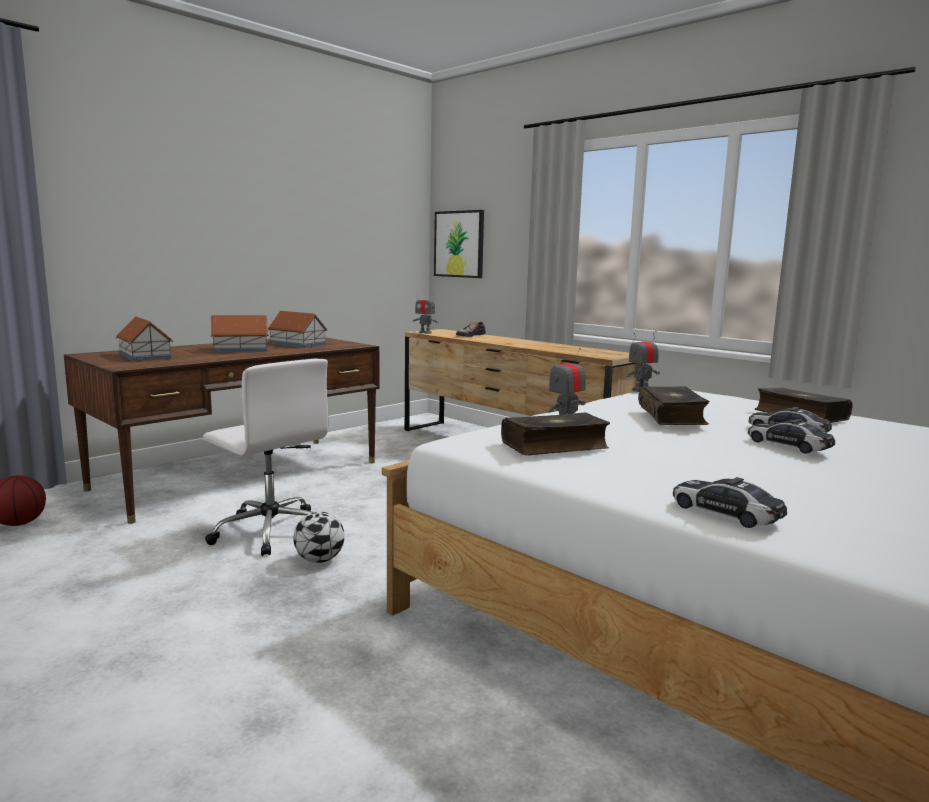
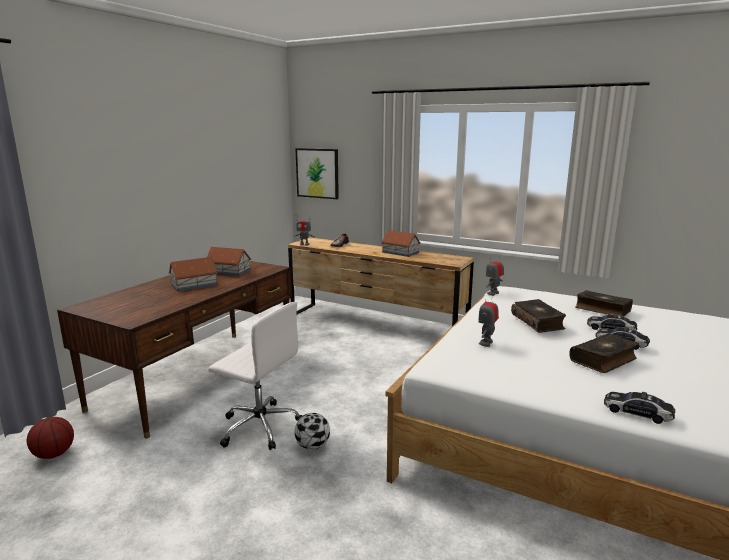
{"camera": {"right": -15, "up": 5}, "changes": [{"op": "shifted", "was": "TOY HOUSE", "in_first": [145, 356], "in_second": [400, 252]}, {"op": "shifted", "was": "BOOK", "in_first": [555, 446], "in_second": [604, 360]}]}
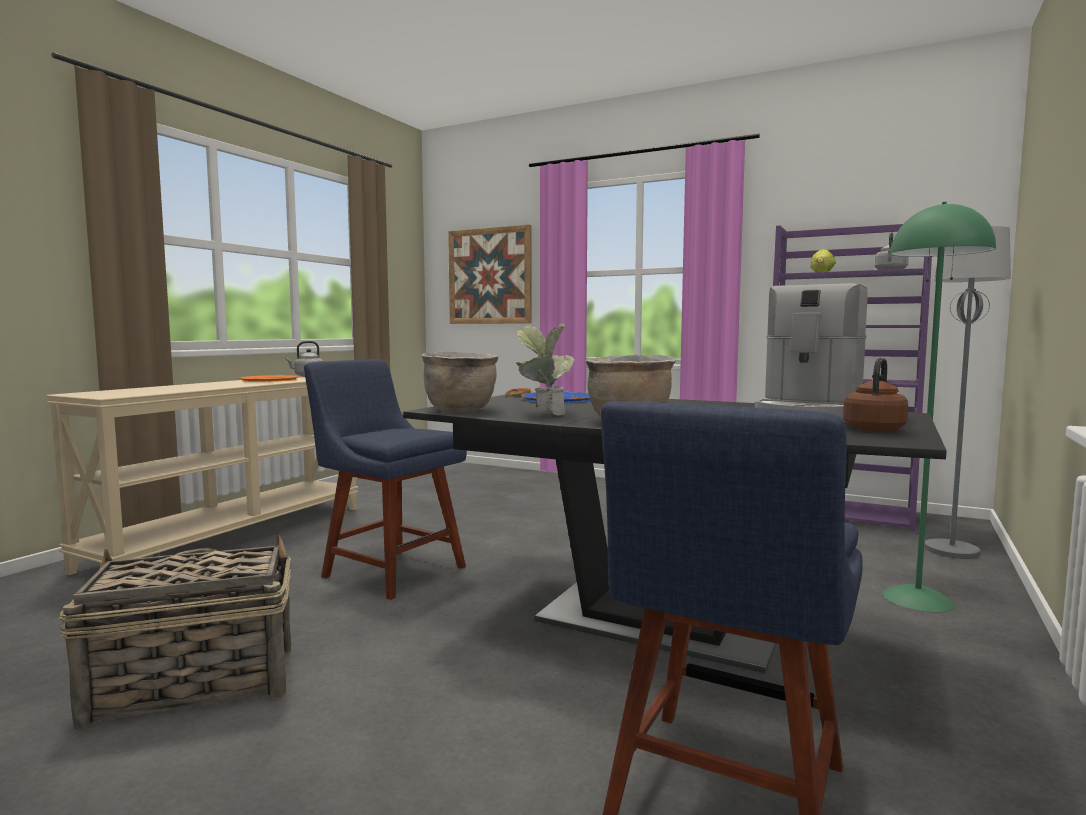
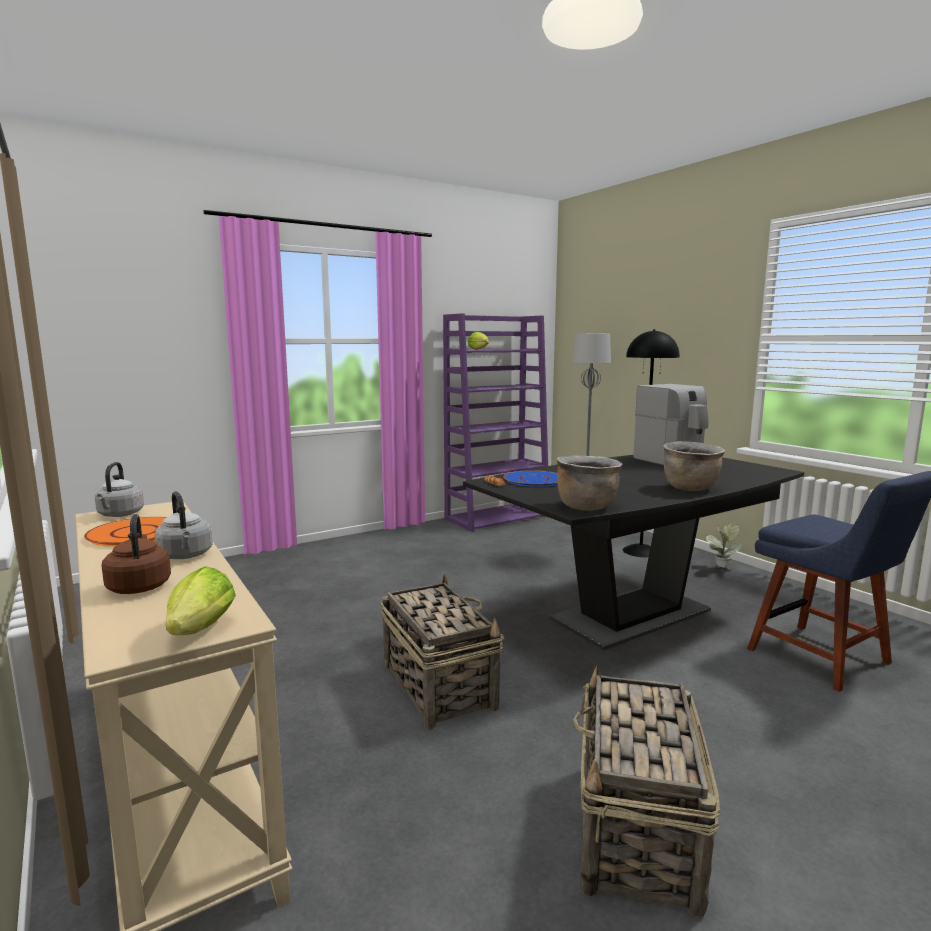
{"camera": {"right": -60, "up": 5}, "changes": [{"op": "shifted", "was": "BROWN KETTLE", "in_first": [874, 429], "in_second": [139, 586]}, {"op": "shifted", "was": "GREYISH KETTLE", "in_first": [890, 270], "in_second": [186, 556]}, {"op": "new", "now": "LETTUCE HEAD", "in_second": [198, 632]}, {"op": "swapped", "was": "BLUISH UPRIGHT CHAIR", "now": "BASKET", "in_first": [389, 570], "in_second": [438, 685]}, {"op": "repainted", "was": "GREEN STANDARD LAMP", "now": "BLACK-COLOURED STANDARD LAMP", "in_first": [918, 599], "in_second": [640, 551]}, {"op": "shifted", "was": "POTTED PLANT", "in_first": [543, 414], "in_second": [720, 570]}, {"op": "gone", "was": "WALL ART", "in_first": [490, 276]}]}
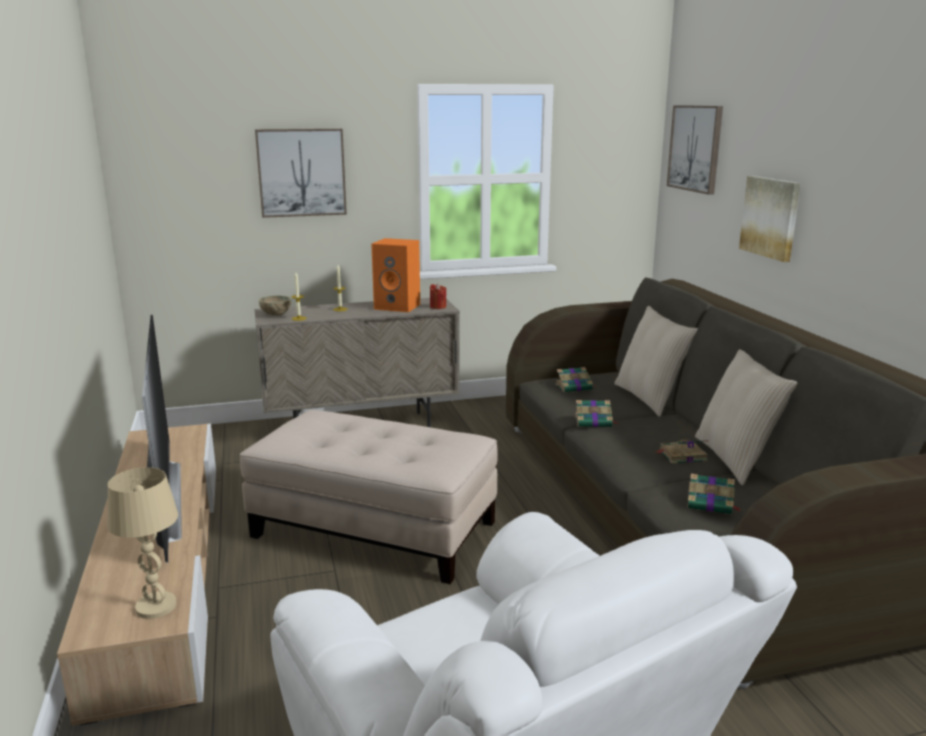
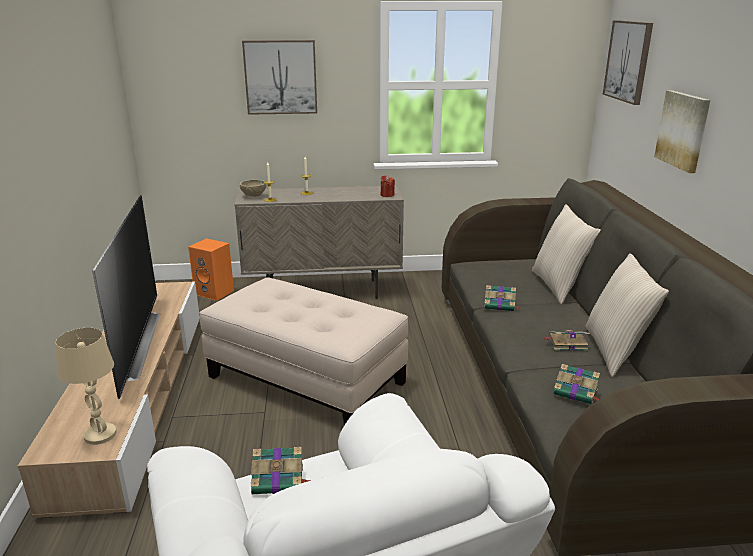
{"camera": {"right": 10, "up": 5}, "changes": [{"op": "shifted", "was": "ORANGE AUDIO SPEAKER", "in_first": [398, 306], "in_second": [215, 292]}, {"op": "shifted", "was": "BOOK", "in_first": [574, 387], "in_second": [279, 480]}]}
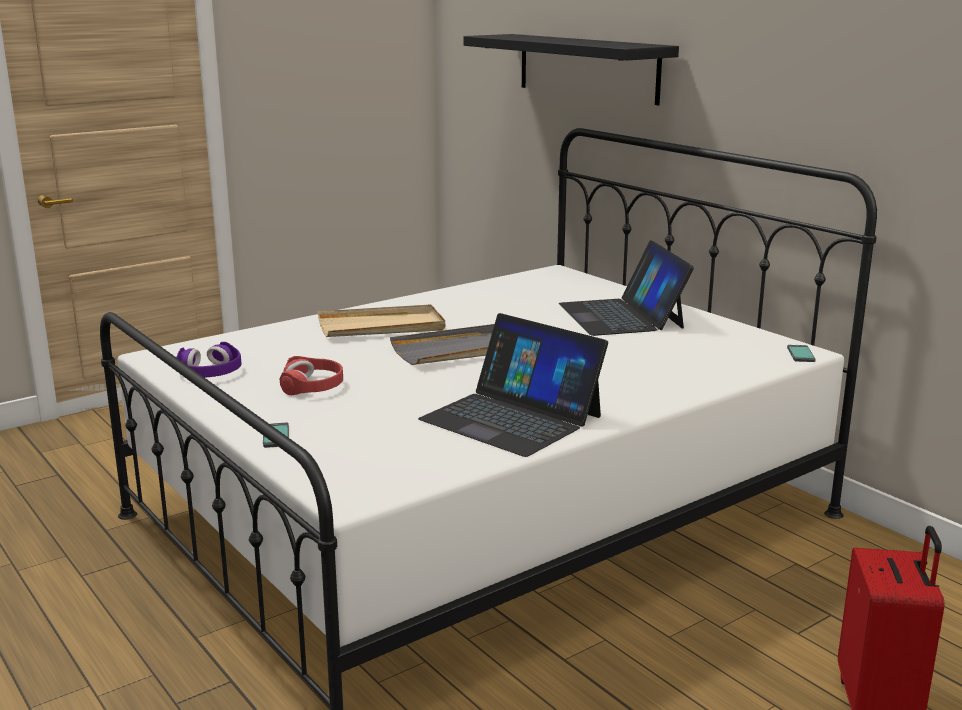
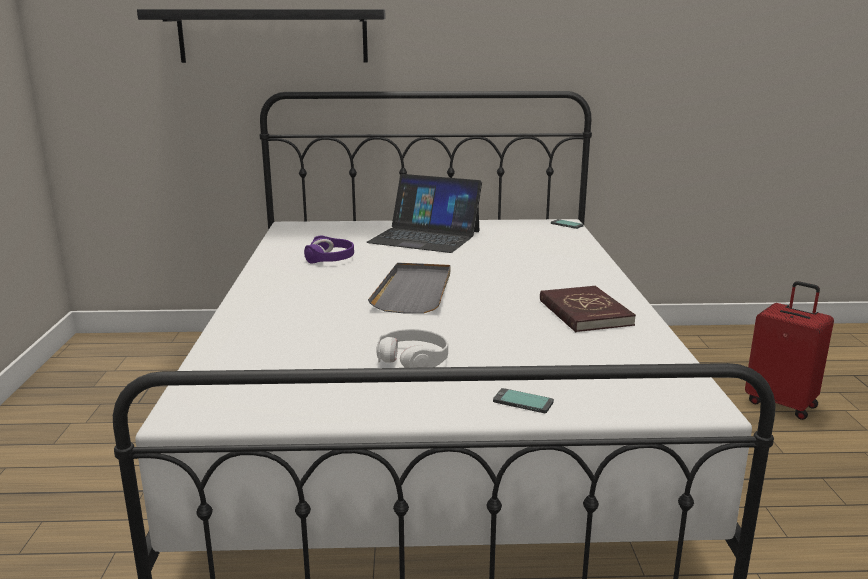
{"camera": {"right": -55, "up": 0}, "changes": [{"op": "shifted", "was": "PURPLE PAIR OF HEADPHONES", "in_first": [209, 372], "in_second": [330, 258]}, {"op": "repainted", "was": "RED-COLOURED PAIR OF HEADPHONES", "now": "WHITE-COLOURED PAIR OF HEADPHONES", "in_first": [313, 386], "in_second": [413, 359]}, {"op": "swapped", "was": "NOTEBOOK COMPUTER", "now": "RED-COLOURED BOOK", "in_first": [511, 418], "in_second": [584, 313]}, {"op": "gone", "was": "BEIGE SERVING TRAY", "in_first": [382, 326]}]}
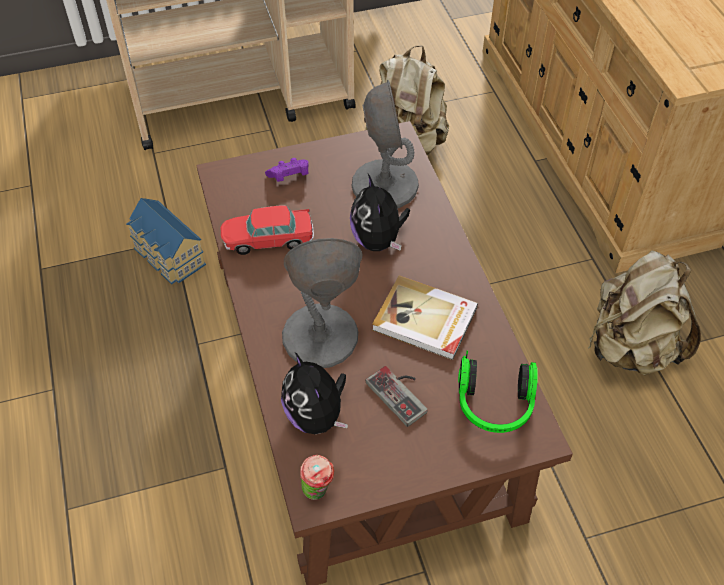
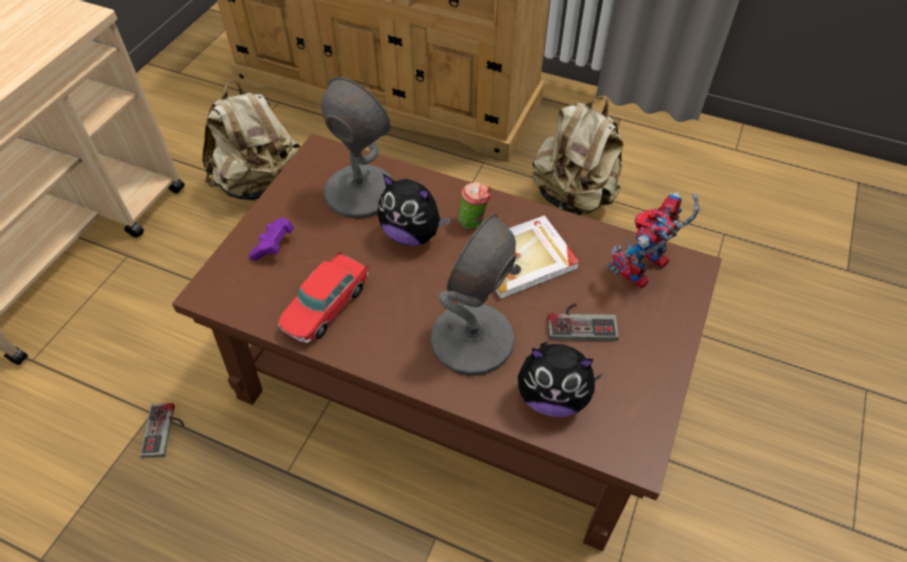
{"camera": {"right": -50, "up": 0}, "changes": [{"op": "swapped", "was": "TOY HOUSE", "now": "JOYPAD", "in_first": [168, 257], "in_second": [165, 430]}, {"op": "shifted", "was": "DRINKING CUP", "in_first": [318, 491], "in_second": [474, 222]}, {"op": "swapped", "was": "PAIR OF HEADPHONES", "now": "TOY ROBOT", "in_first": [494, 406], "in_second": [643, 273]}]}
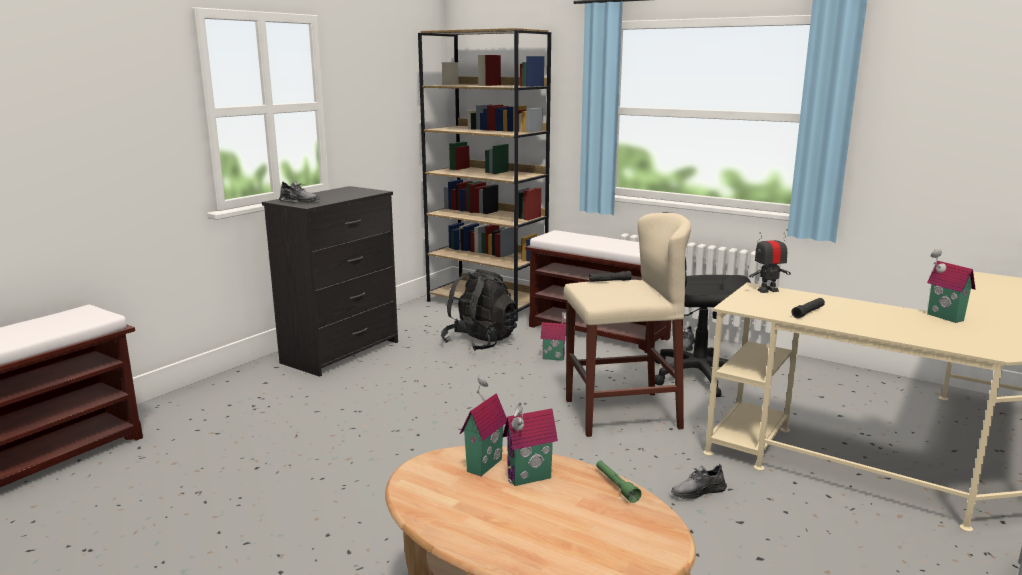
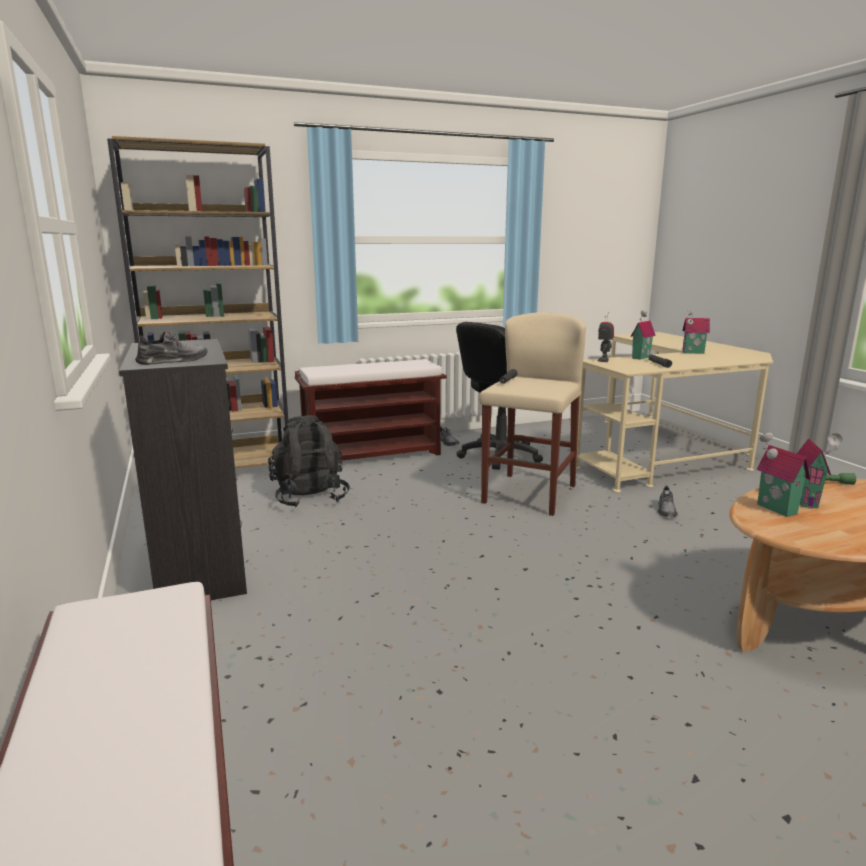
{"camera": {"right": -55, "up": 0}, "changes": [{"op": "shifted", "was": "TOY HOUSE", "in_first": [554, 357], "in_second": [639, 357]}]}
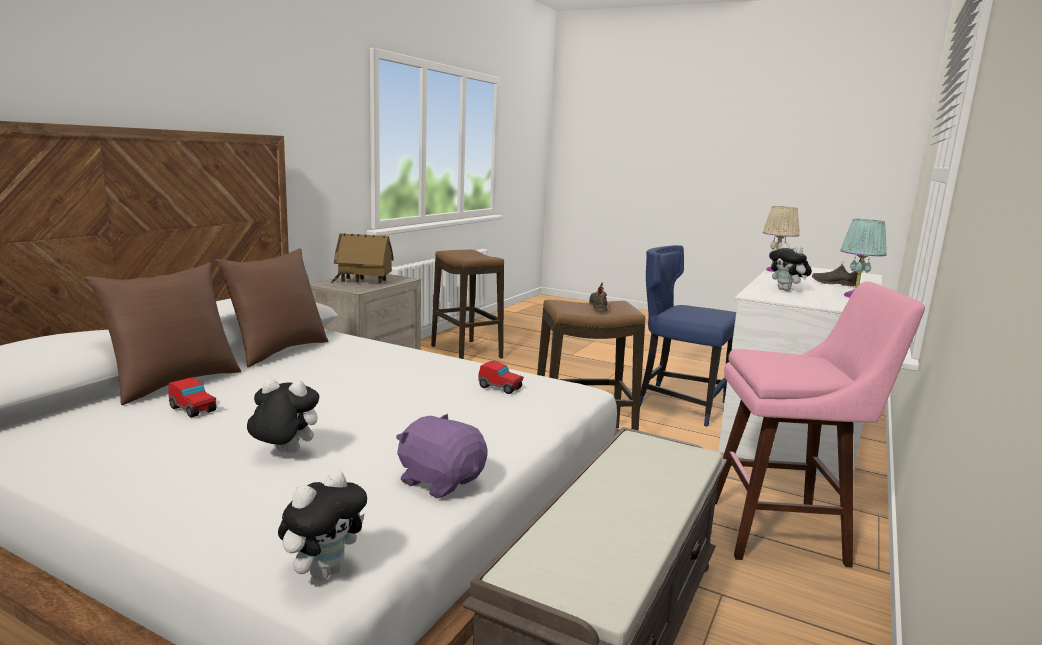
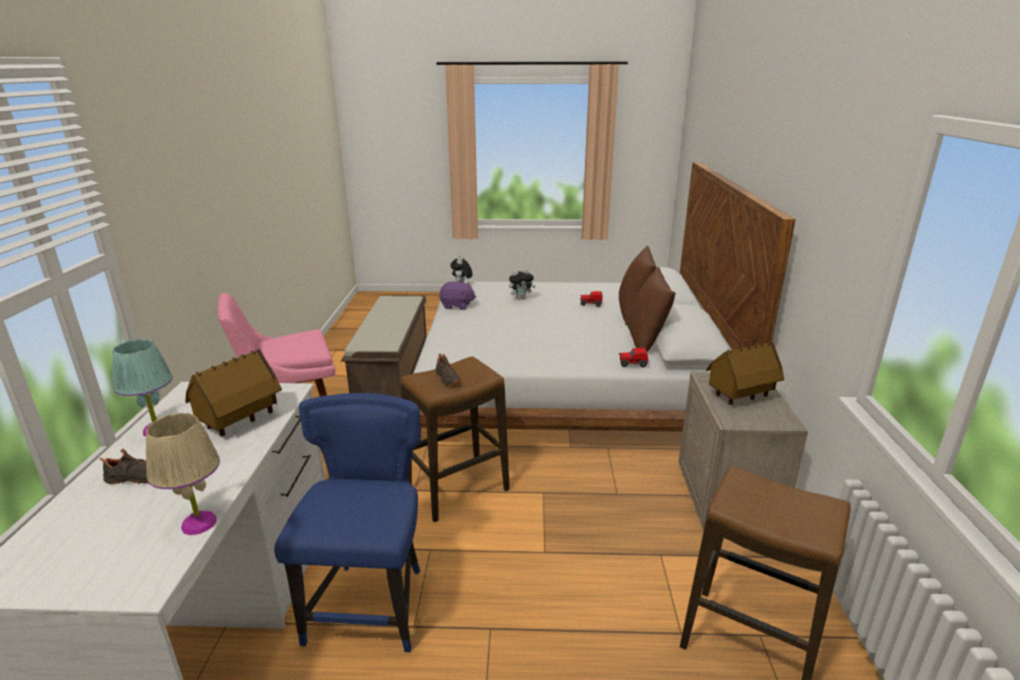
{"camera": {"right": 155, "up": 10}, "changes": [{"op": "swapped", "was": "SOFT TOY", "now": "TOY HOUSE", "in_first": [786, 290], "in_second": [240, 421]}, {"op": "rotated", "was": "BLUISH UPRIGHT CHAIR", "in_first": [679, 405], "in_second": [370, 604], "clockwise": -90}, {"op": "shifted", "was": "TOY CAR", "in_first": [500, 388], "in_second": [632, 364]}]}
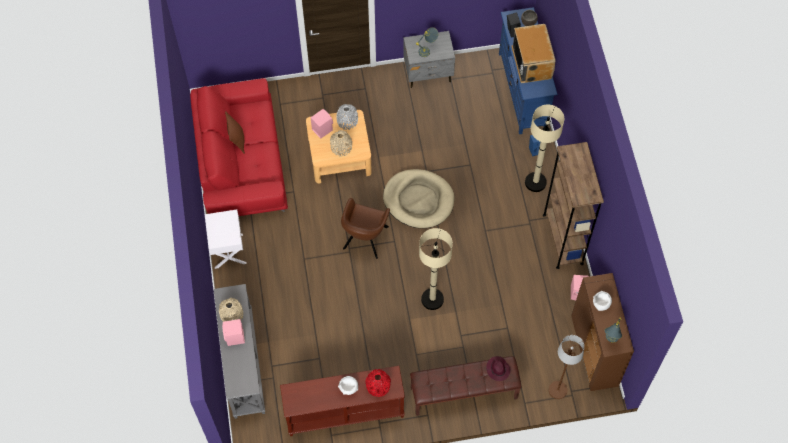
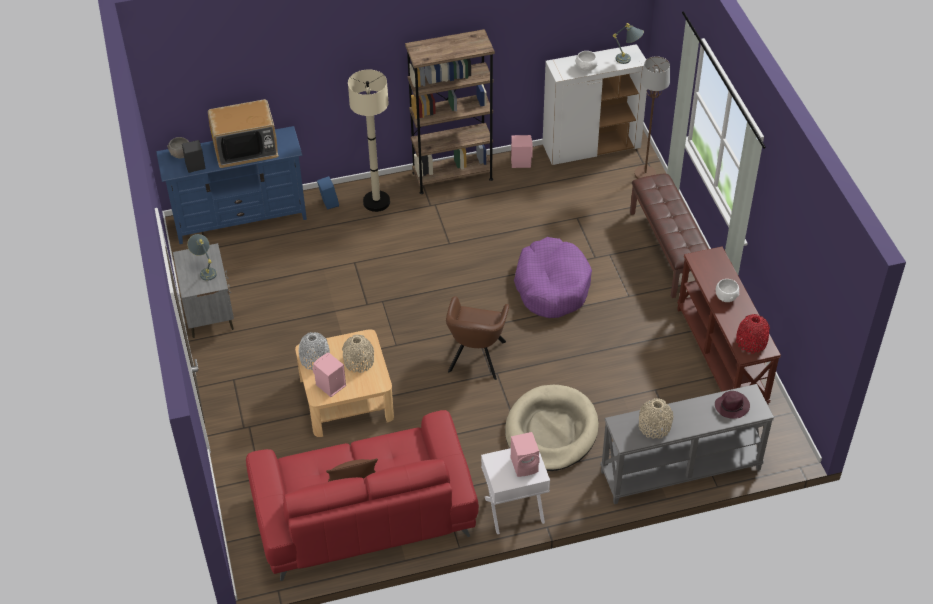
{"camera": {"right": -95, "up": -15}, "changes": [{"op": "rotated", "was": "BROWN ARMCHAIR", "in_first": [365, 239], "in_second": [476, 358], "clockwise": 90}, {"op": "shifted", "was": "BEIGE PET BED", "in_first": [418, 200], "in_second": [551, 431]}, {"op": "shifted", "was": "PINK AUDIO SPEAKER", "in_first": [235, 338], "in_second": [525, 465]}, {"op": "swapped", "was": "BEIGE STANDARD LAMP", "now": "PURPLE PET BED", "in_first": [432, 299], "in_second": [552, 286]}, {"op": "repainted", "was": "BROWN STORAGE CABINET", "now": "WHITE-COLOURED STORAGE CABINET", "in_first": [594, 351], "in_second": [591, 147]}, {"op": "shifted", "was": "PURPLE HAT", "in_first": [498, 369], "in_second": [732, 406]}, {"op": "shifted", "was": "RED-COLOURED VASE", "in_first": [378, 386], "in_second": [751, 342]}]}
